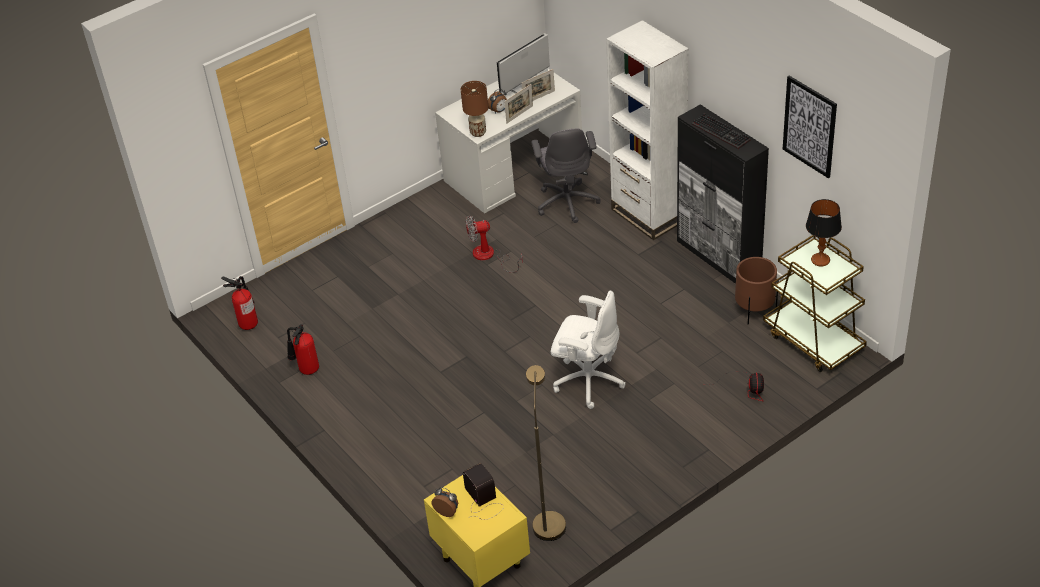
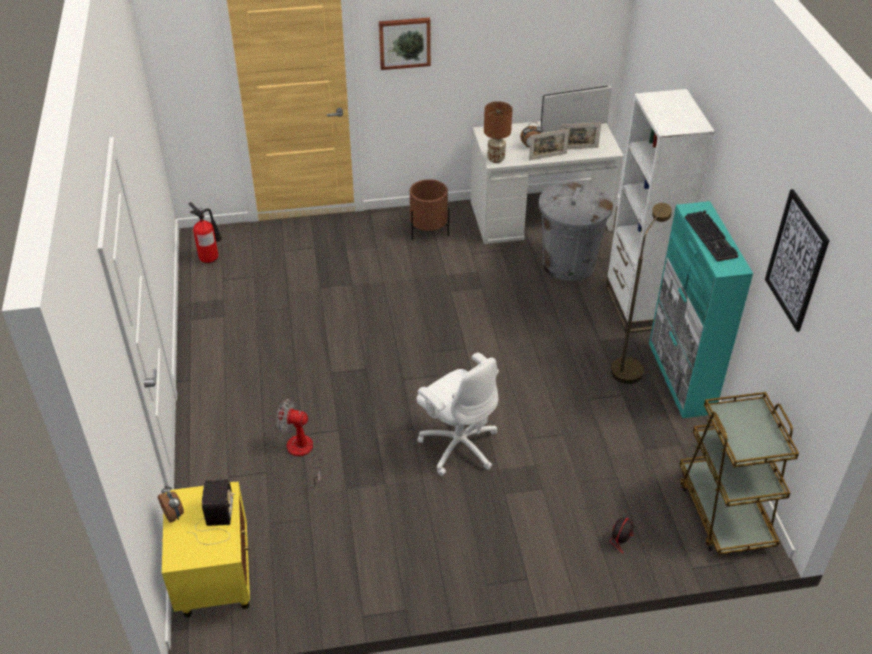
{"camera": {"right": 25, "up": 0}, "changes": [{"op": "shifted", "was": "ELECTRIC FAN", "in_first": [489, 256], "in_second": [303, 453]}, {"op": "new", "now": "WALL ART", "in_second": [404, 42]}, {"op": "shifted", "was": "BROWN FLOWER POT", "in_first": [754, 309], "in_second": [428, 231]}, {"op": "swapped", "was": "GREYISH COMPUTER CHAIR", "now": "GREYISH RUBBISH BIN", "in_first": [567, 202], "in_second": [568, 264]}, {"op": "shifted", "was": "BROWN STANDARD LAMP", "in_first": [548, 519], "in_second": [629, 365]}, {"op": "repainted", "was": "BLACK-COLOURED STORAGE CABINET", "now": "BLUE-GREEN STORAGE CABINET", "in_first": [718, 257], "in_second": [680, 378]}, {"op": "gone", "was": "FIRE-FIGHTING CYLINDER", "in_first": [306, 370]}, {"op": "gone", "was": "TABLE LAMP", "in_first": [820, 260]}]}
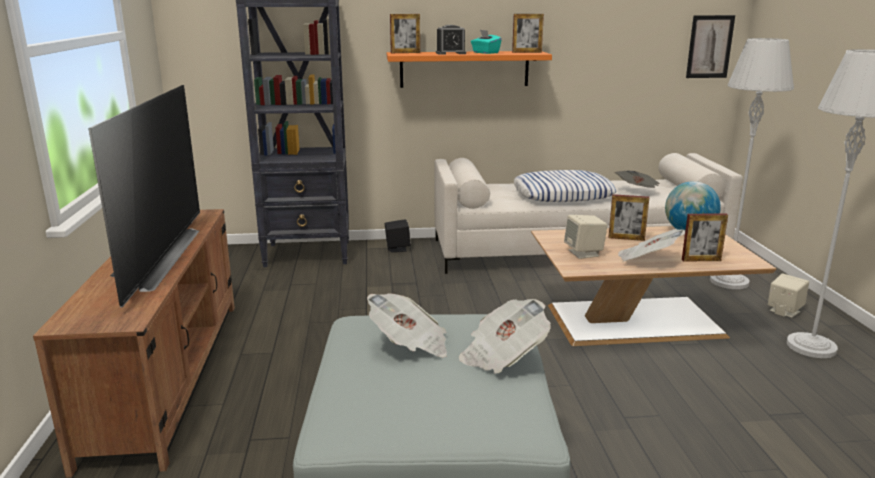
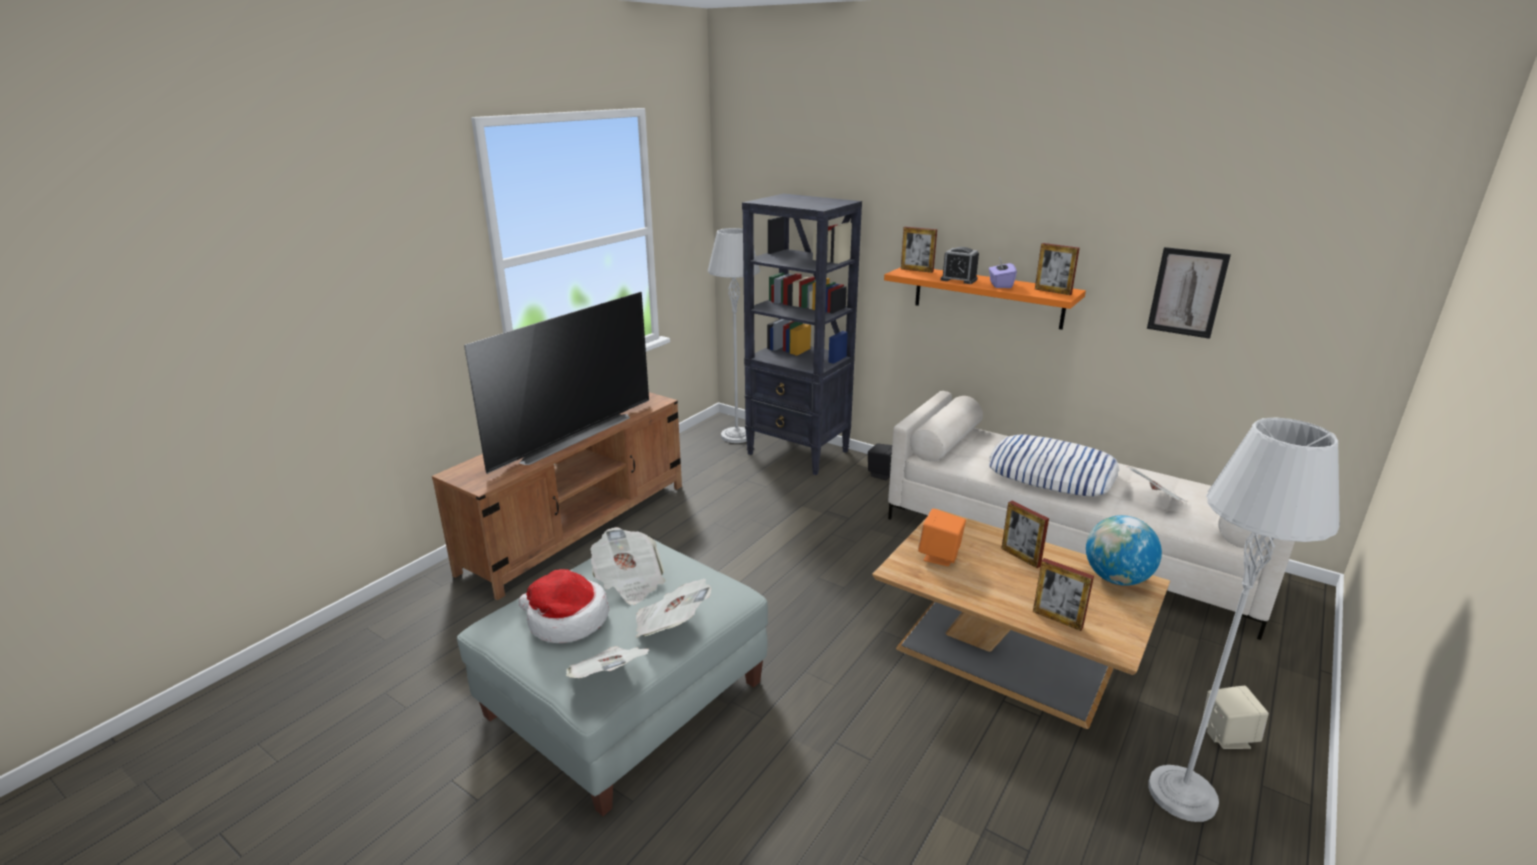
{"camera": {"right": 40, "up": 5}, "changes": [{"op": "new", "now": "HAT", "in_second": [566, 620]}, {"op": "shifted", "was": "NEWSPAPER", "in_first": [647, 260], "in_second": [609, 678]}, {"op": "shifted", "was": "GREYISH STANDARD LAMP", "in_first": [729, 281], "in_second": [737, 436]}, {"op": "repainted", "was": "BEIGE AUDIO SPEAKER", "now": "ORANGE AUDIO SPEAKER", "in_first": [584, 253], "in_second": [940, 556]}, {"op": "repainted", "was": "BLUE-GREEN TISSUE BOX", "now": "PURPLE TISSUE BOX", "in_first": [485, 53], "in_second": [1000, 285]}, {"op": "shifted", "was": "WALL ART", "in_first": [709, 47], "in_second": [1187, 292]}]}
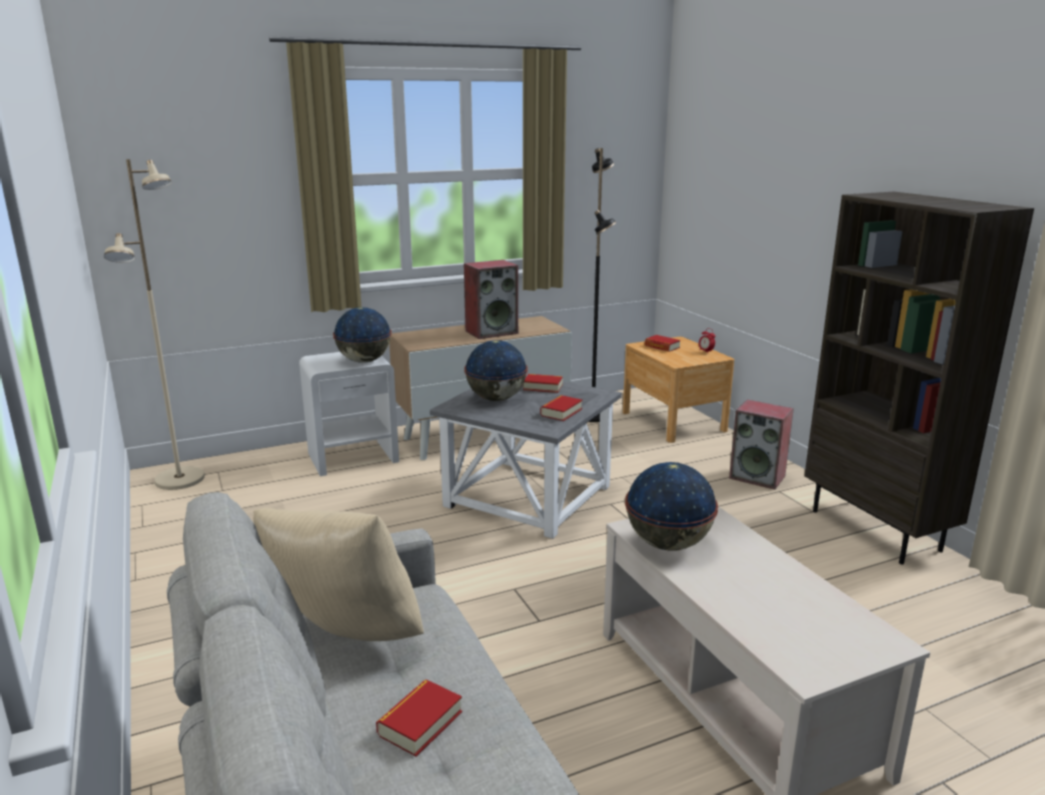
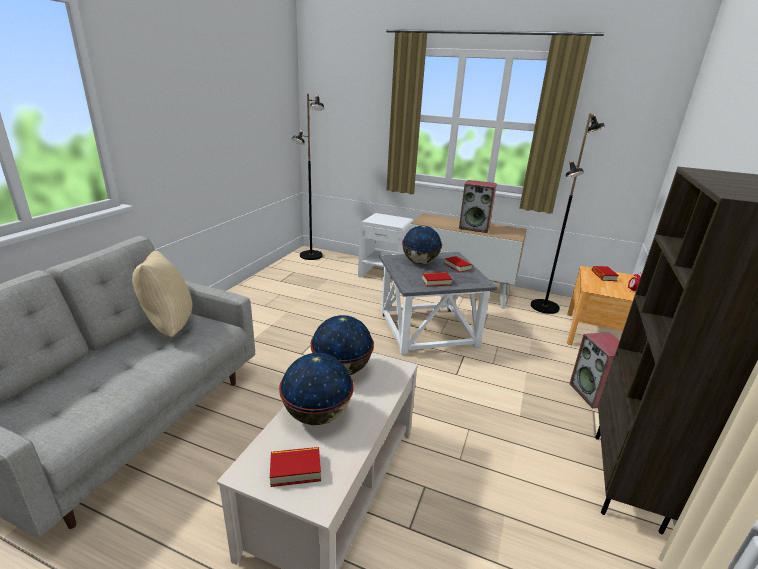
{"camera": {"right": 45, "up": 5}, "changes": [{"op": "shifted", "was": "BOOK", "in_first": [420, 723], "in_second": [295, 470]}, {"op": "shifted", "was": "GLOBE", "in_first": [364, 361], "in_second": [317, 415]}, {"op": "repainted", "was": "BEIGE STANDARD LAMP", "now": "BLACK-COLOURED STANDARD LAMP", "in_first": [180, 479], "in_second": [311, 256]}]}
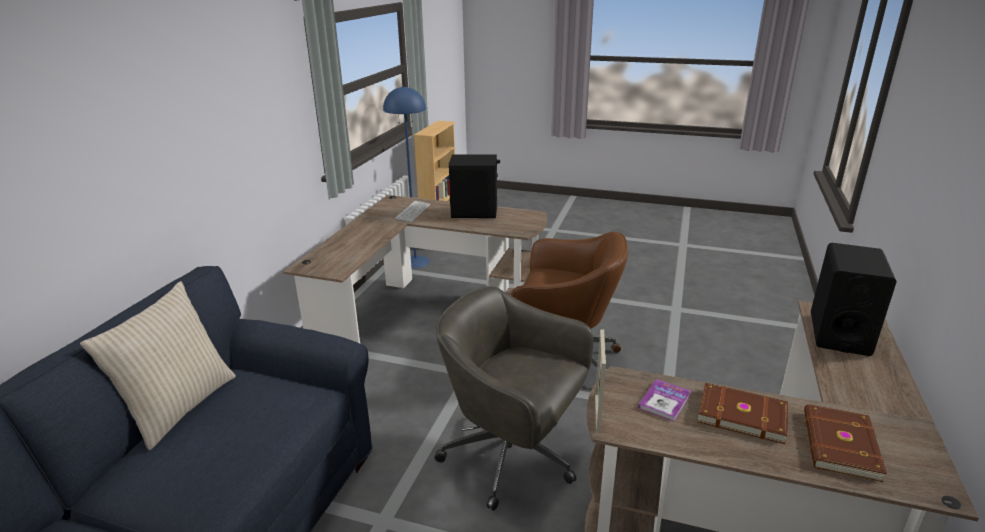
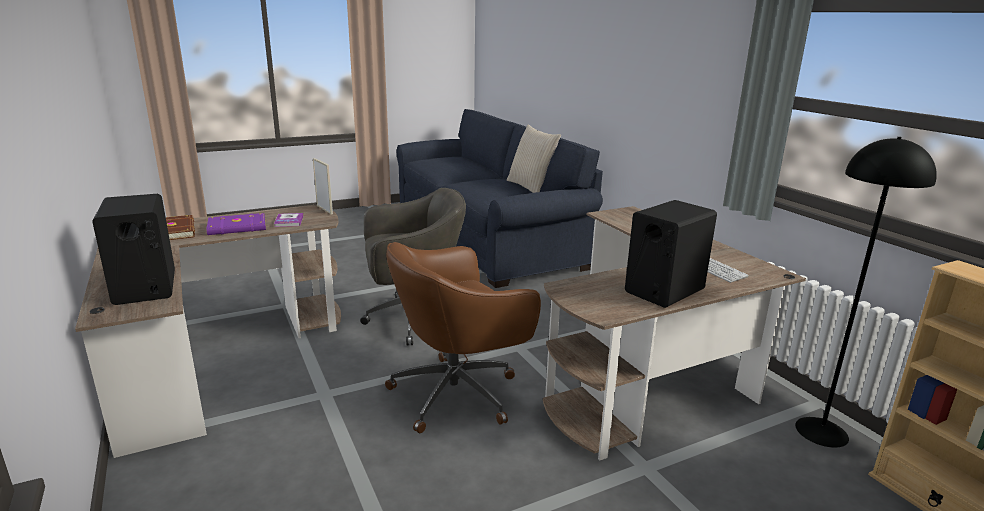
{"camera": {"right": 135, "up": -5}, "changes": [{"op": "repainted", "was": "BROWN BOOK", "now": "PURPLE BOOK", "in_first": [741, 414], "in_second": [237, 227]}, {"op": "repainted", "was": "BLUISH STANDARD LAMP", "now": "BLACK-COLOURED STANDARD LAMP", "in_first": [415, 262], "in_second": [822, 432]}]}
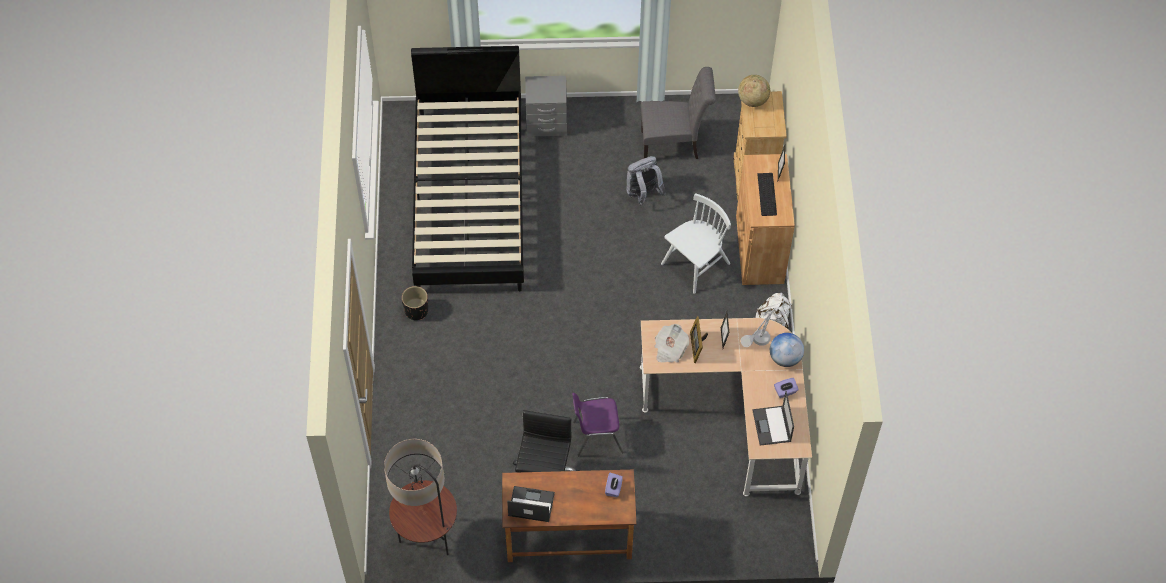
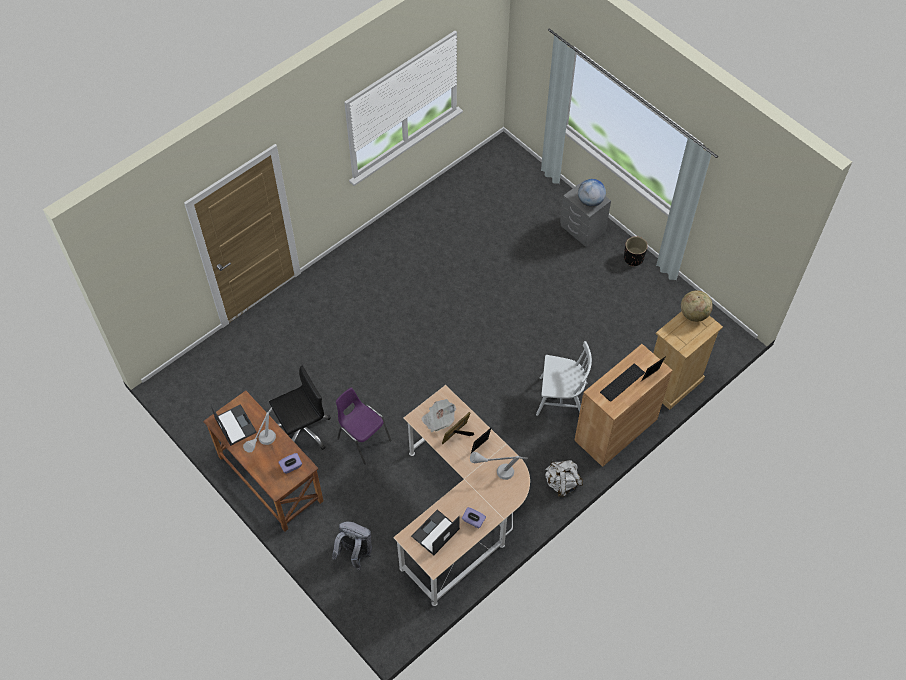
{"camera": {"right": 50, "up": 0}, "changes": [{"op": "new", "now": "GREYISH TABLE LAMP", "in_second": [263, 444]}, {"op": "shifted", "was": "GREYISH BACKPACK", "in_first": [643, 194], "in_second": [355, 553]}, {"op": "shifted", "was": "GLOBE", "in_first": [785, 358], "in_second": [590, 201]}, {"op": "shifted", "was": "BLACK-COLOURED FLOWER POT", "in_first": [416, 311], "in_second": [633, 258]}, {"op": "gone", "was": "STANDARD LAMP", "in_first": [427, 539]}, {"op": "gone", "was": "BLACK-COLOURED SLEEPING BED", "in_first": [470, 200]}, {"op": "gone", "was": "GREYISH UPRIGHT CHAIR", "in_first": [674, 145]}]}
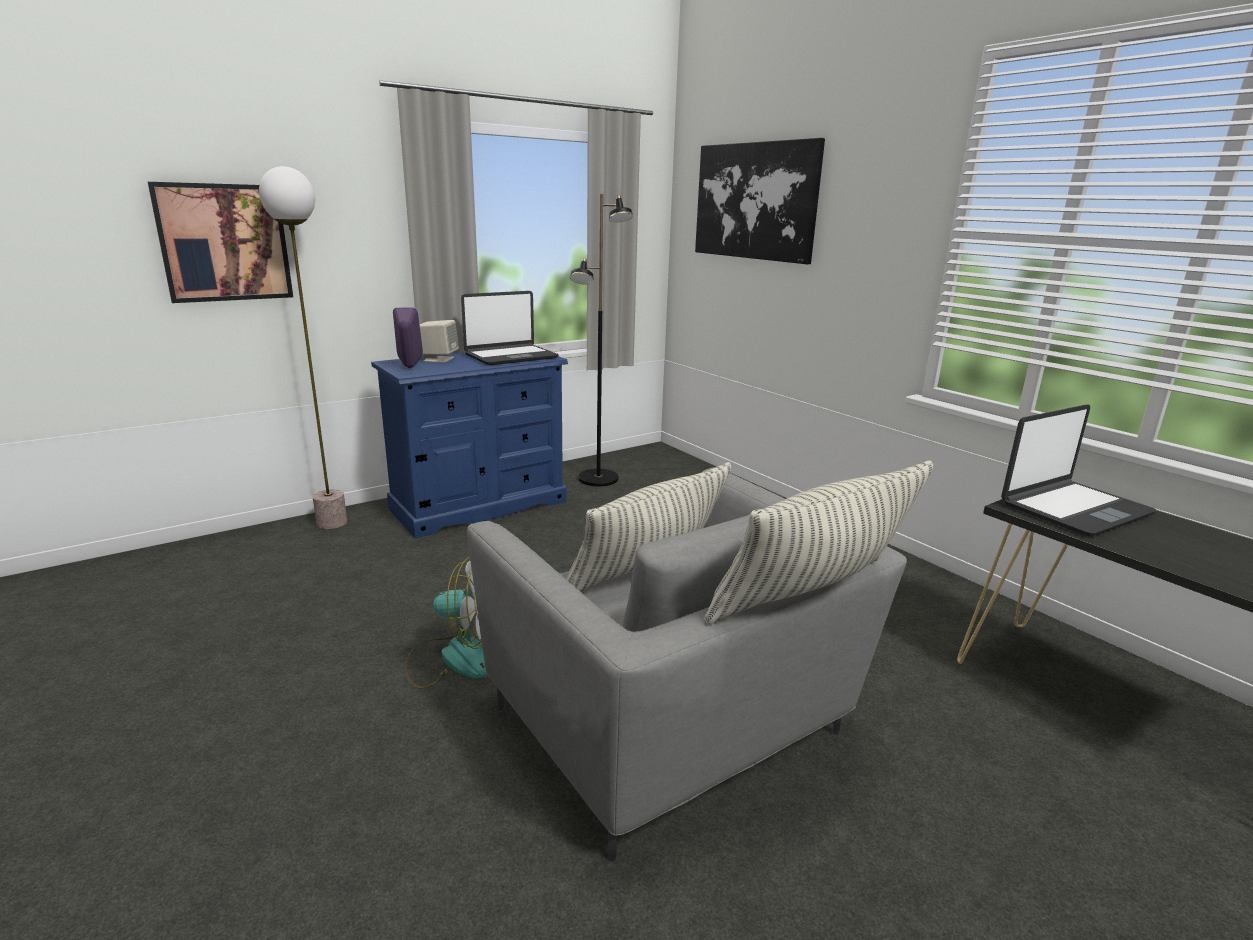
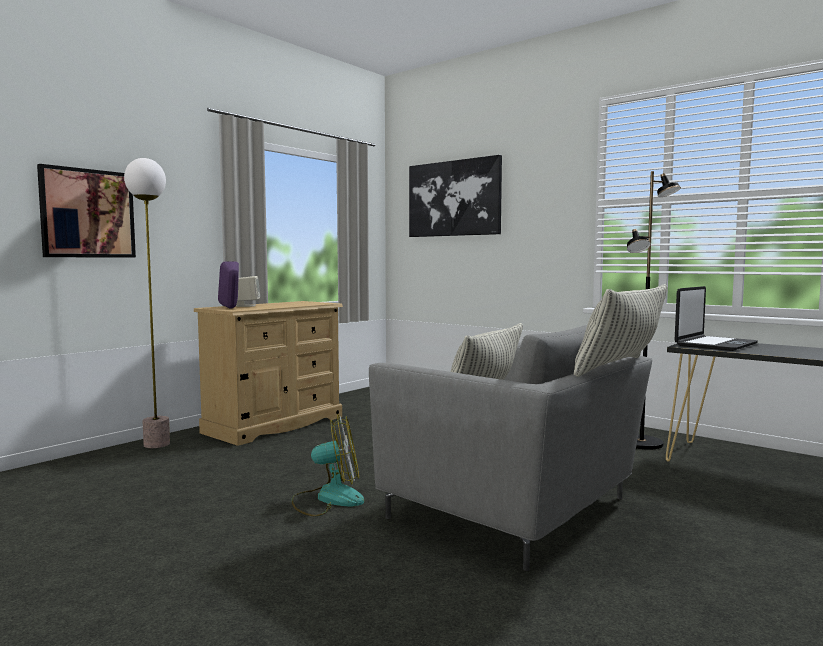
{"camera": {"right": -15, "up": -15}, "changes": [{"op": "repainted", "was": "BLUISH DRAWER CHEST", "now": "BEIGE DRAWER CHEST", "in_first": [479, 505], "in_second": [274, 424]}, {"op": "shifted", "was": "BLACK-COLOURED STANDARD LAMP", "in_first": [598, 479], "in_second": [642, 443]}, {"op": "gone", "was": "NOTEBOOK COMPUTER", "in_first": [510, 356]}]}
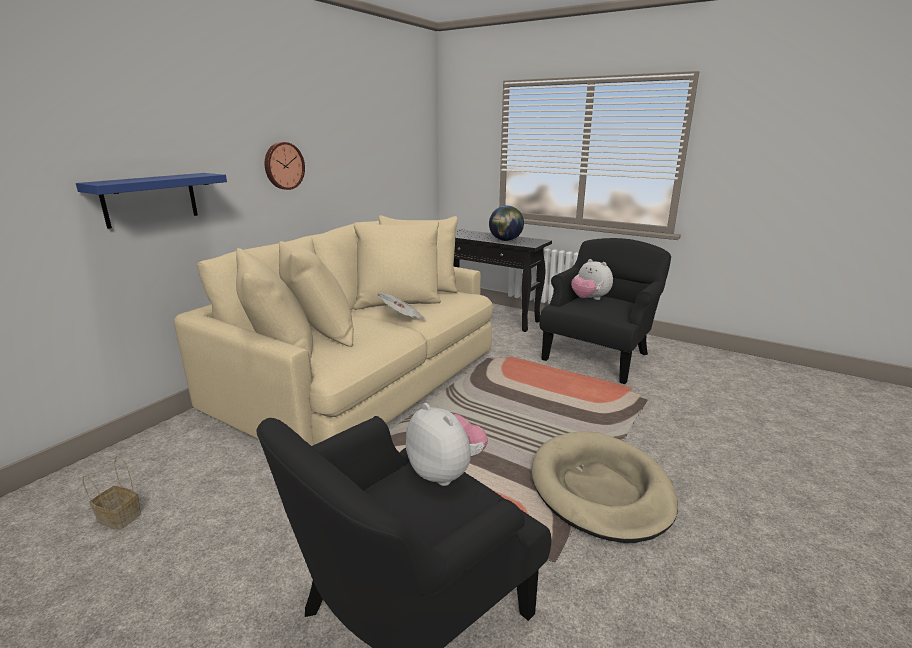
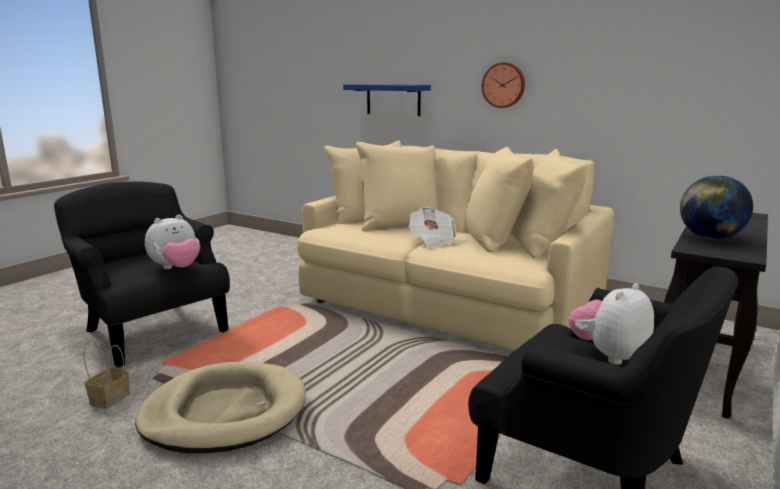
{"camera": {"right": 90, "up": -5}, "changes": [{"op": "shifted", "was": "BASKET", "in_first": [118, 518], "in_second": [110, 398]}]}
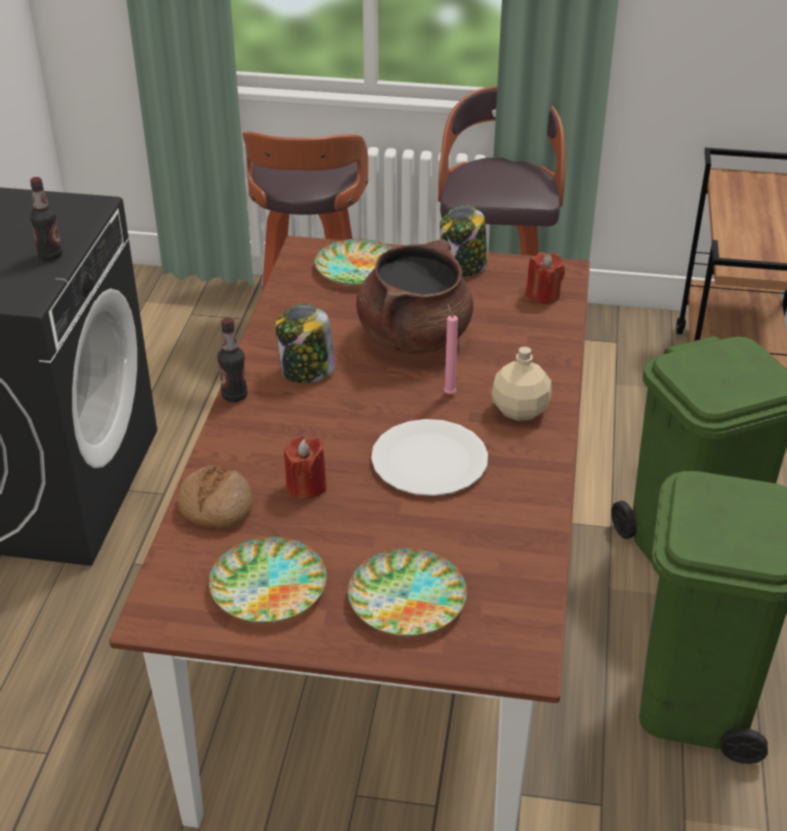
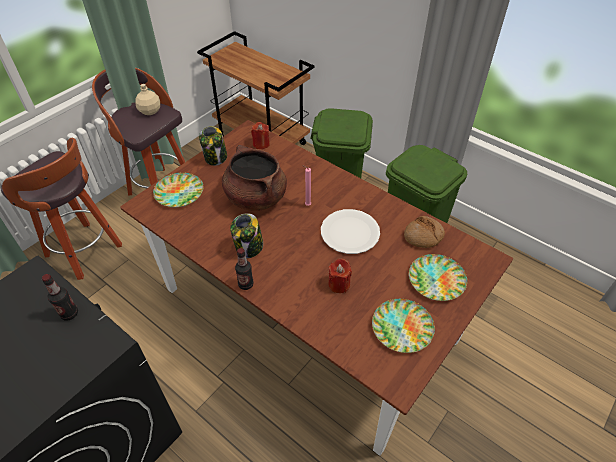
{"camera": {"right": -60, "up": 10}, "changes": [{"op": "shifted", "was": "BEIGE DRINK BOTTLE", "in_first": [520, 410], "in_second": [150, 111]}, {"op": "shifted", "was": "BAKERY BREAD", "in_first": [215, 507], "in_second": [423, 236]}]}
